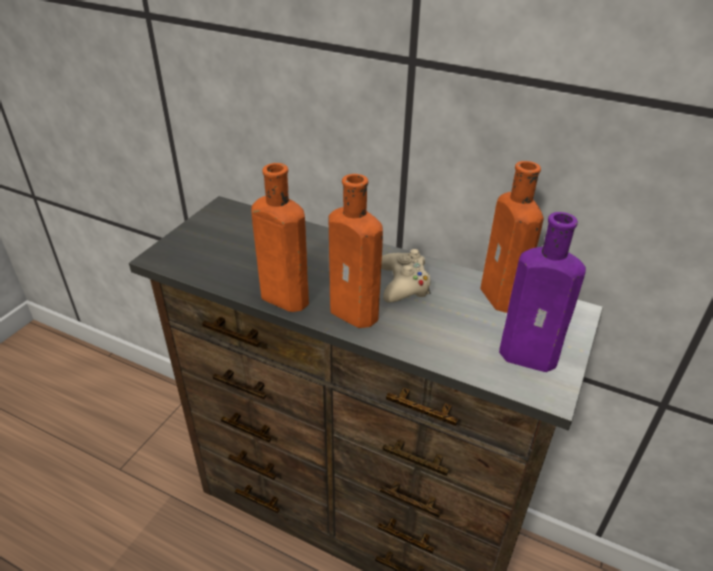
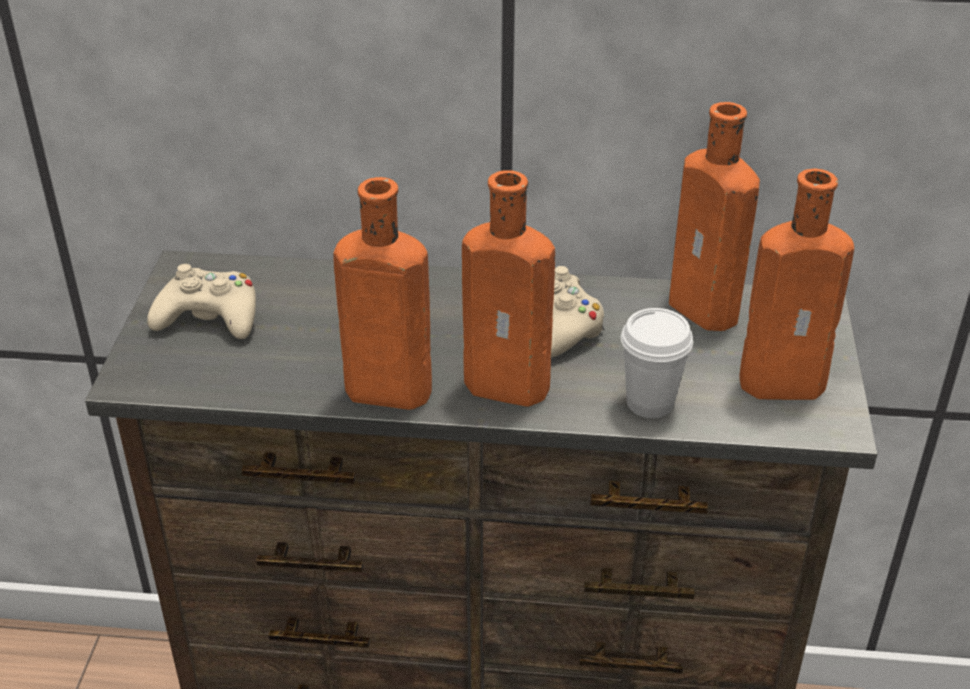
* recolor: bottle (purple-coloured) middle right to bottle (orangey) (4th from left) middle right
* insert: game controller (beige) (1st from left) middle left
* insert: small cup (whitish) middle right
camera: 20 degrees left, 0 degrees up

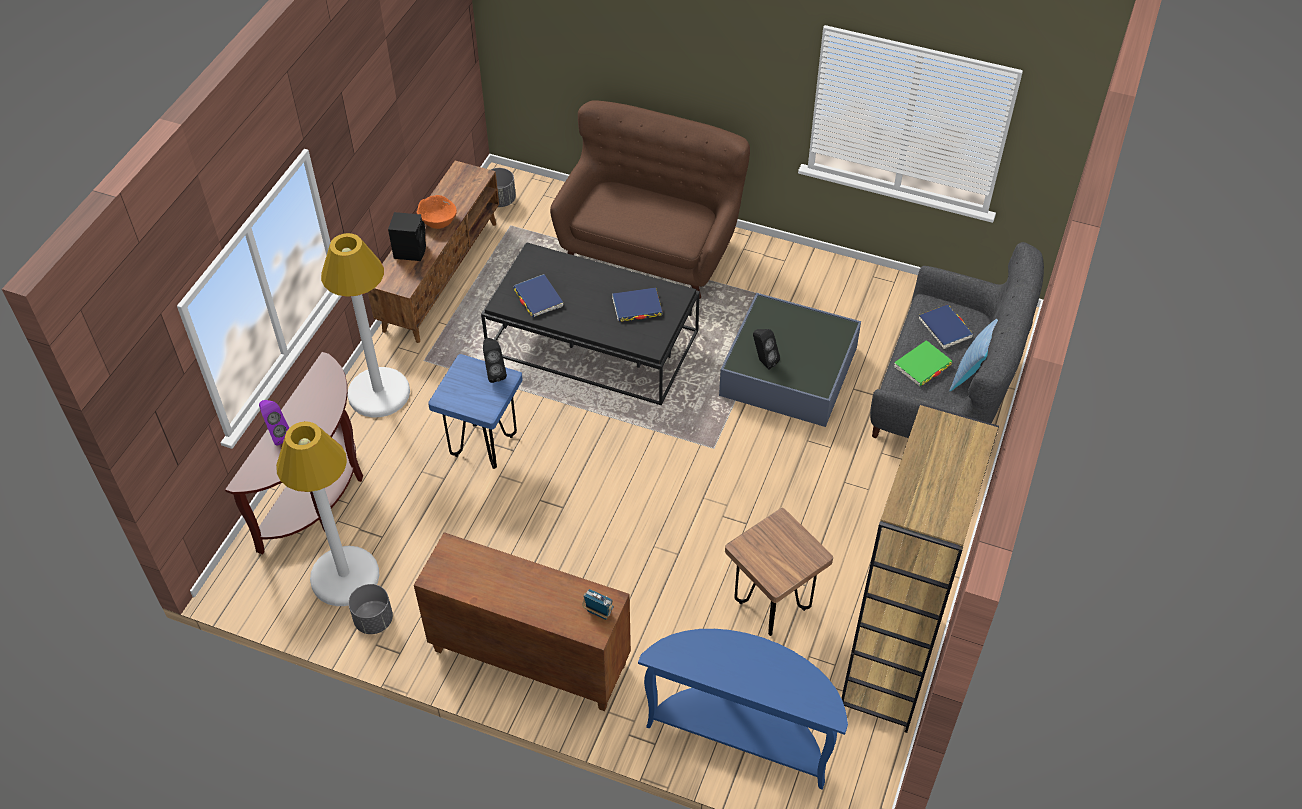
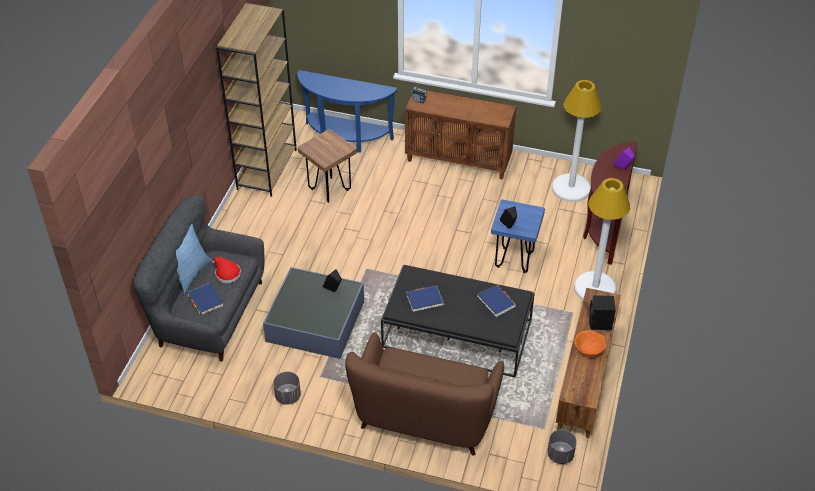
* move: planter (gray) (1st from left) bottom left to bottom centre
* replace: bound book (green-coloured) middle right to hat (red-coloured) middle left
camera: 175 degrees right, 5 degrees down

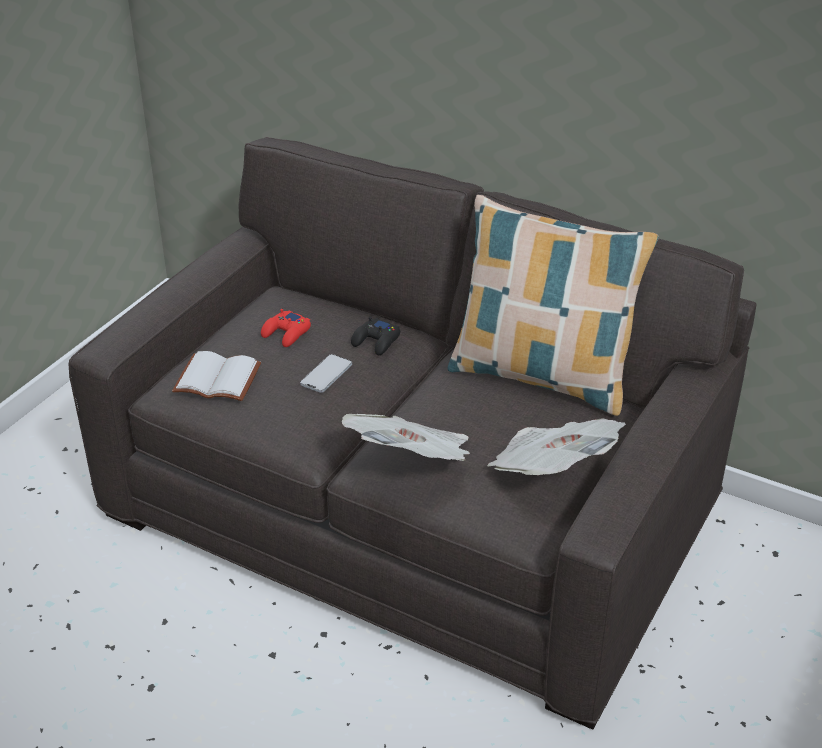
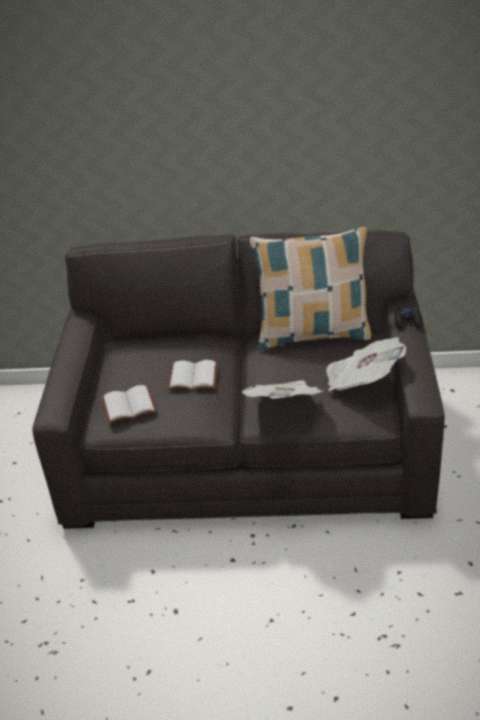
* delete: game controller (red-coloured) centre
* replace: handset centre to bound book (whitish) (2nd from left) centre
* move: game controller (black) centre to middle right
camera: 25 degrees left, 0 degrees up

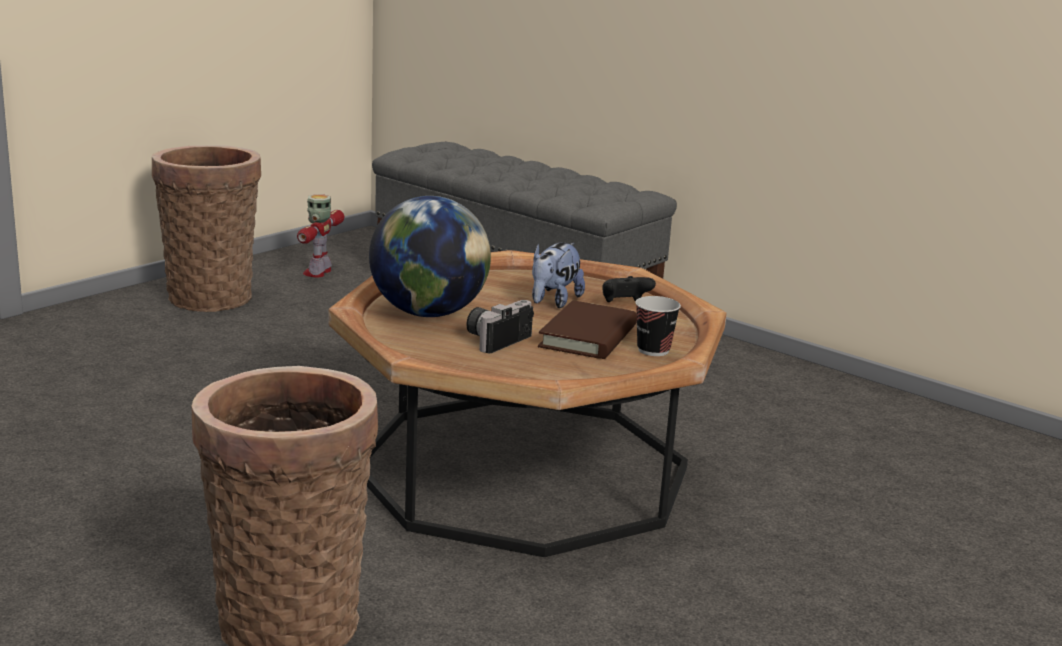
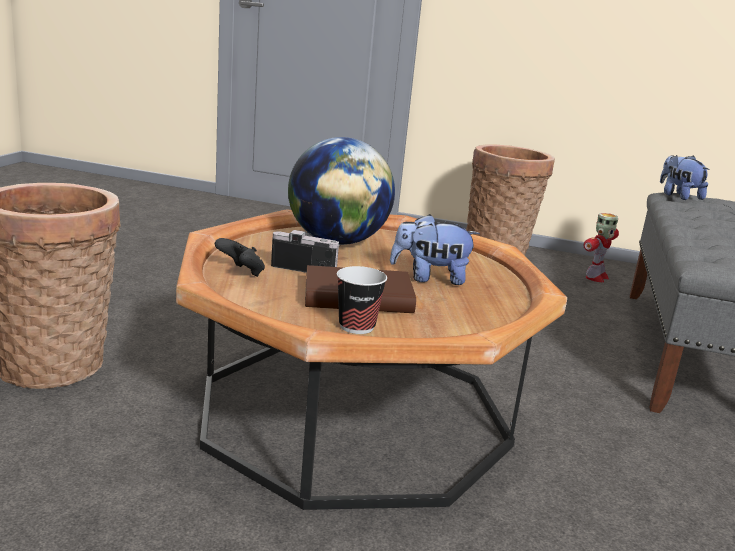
* rotate: robot figure middle left = middle right 135 degrees clockwise
* move: game controller (black) centre to middle left
* insert: soft toy (2nd from left) top right
camera: 65 degrees right, 0 degrees up

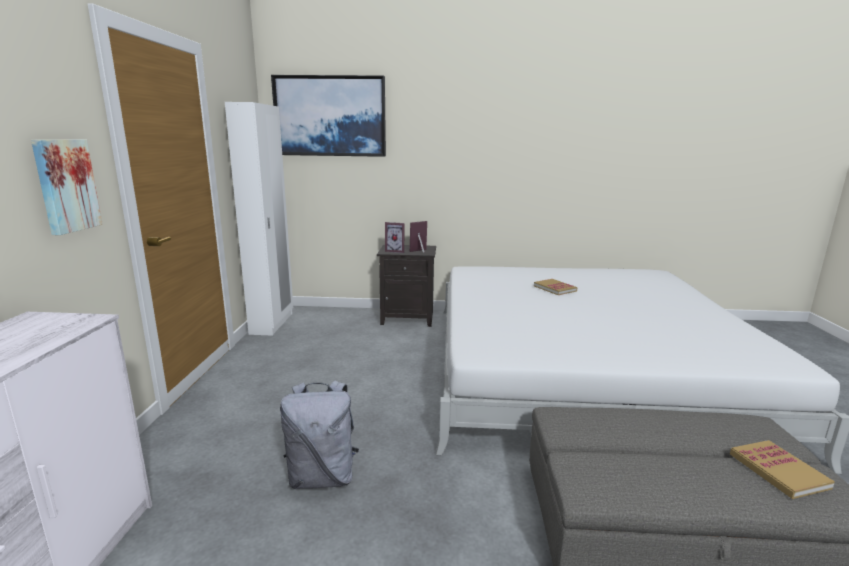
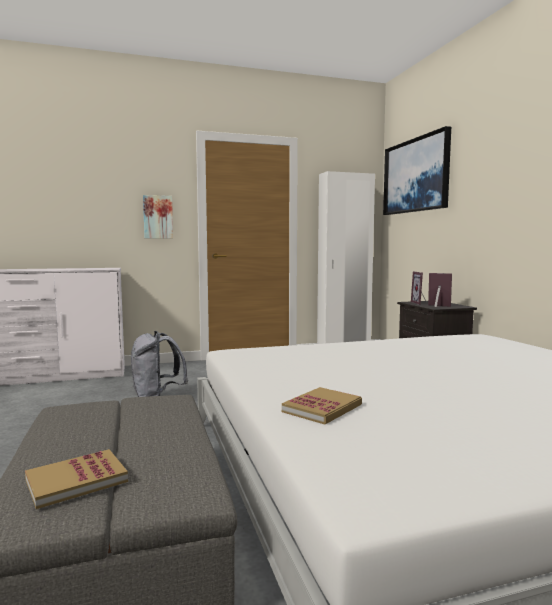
* move: bound book (1st from left in the first image) centre to bound book (2nd from left) bottom centre
camera: 70 degrees right, 10 degrees down

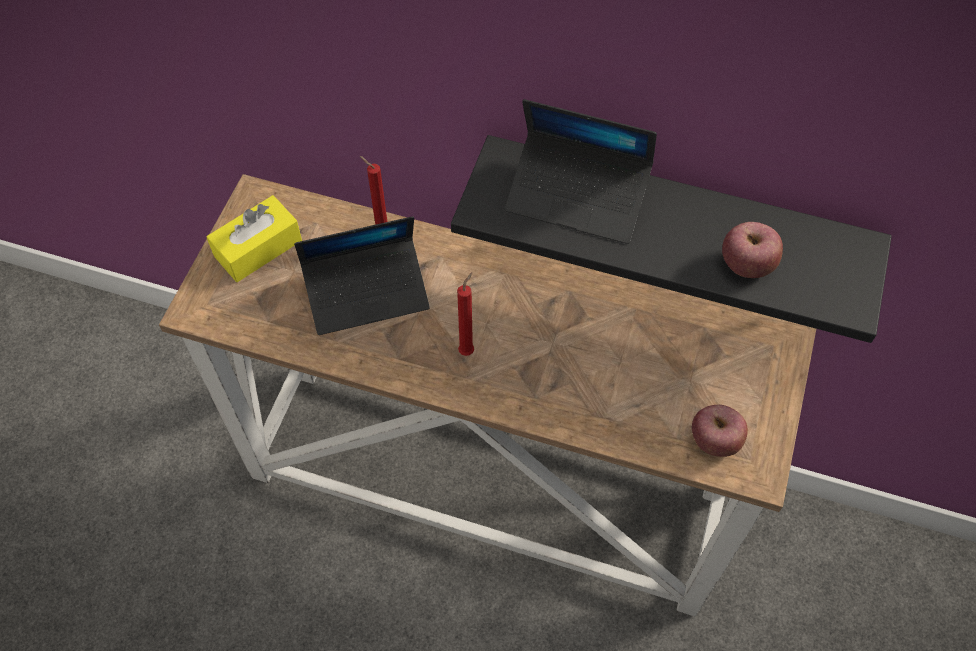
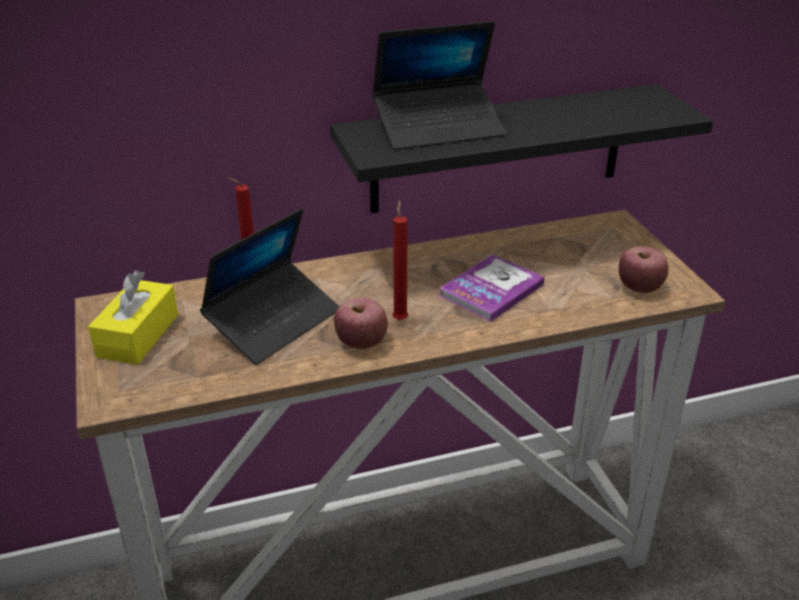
* move: whole apple (2nd from left in the first image) middle right to whole apple (1st from left) centre
* insert: bound book centre
camera: 35 degrees left, 25 degrees down

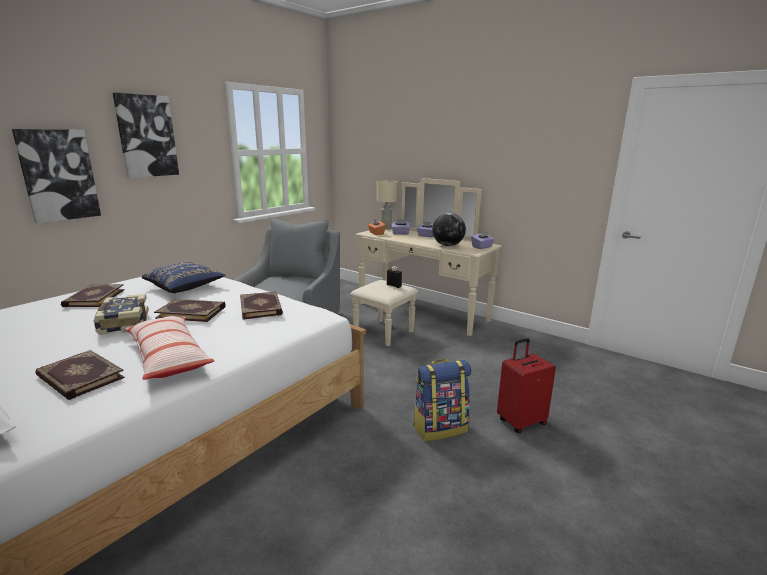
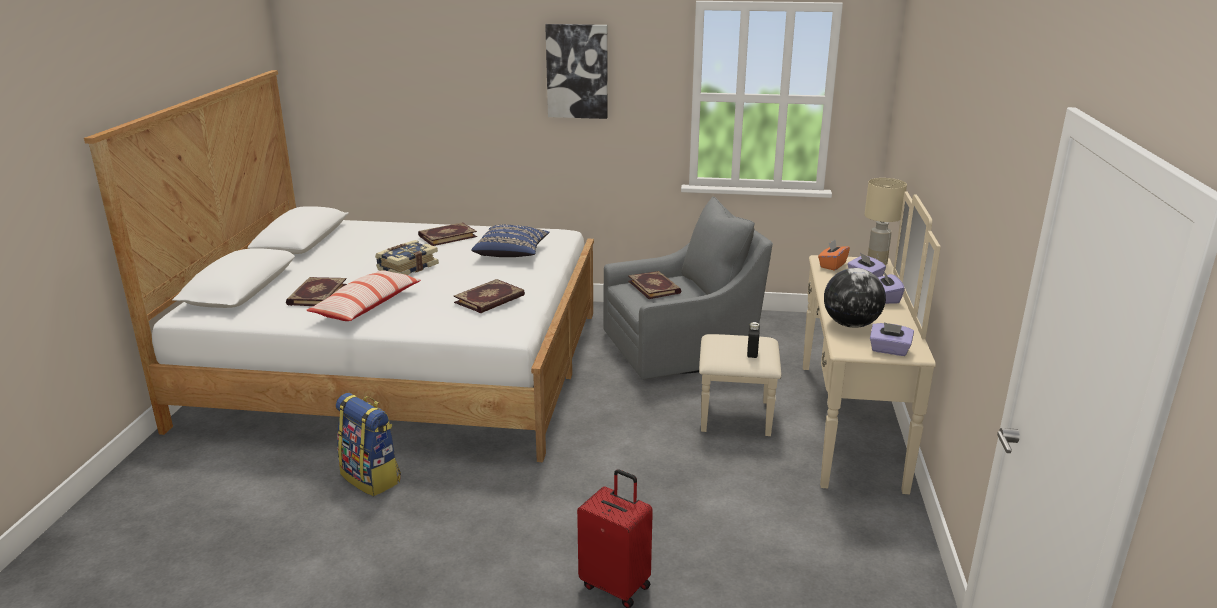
* delete: picture (1st from left) top left
* move: bound book (4th from left in the first image) middle left to bound book (5th from left) centre
* move: knapsack bottom centre to bottom left
camera: 60 degrees right, 5 degrees up

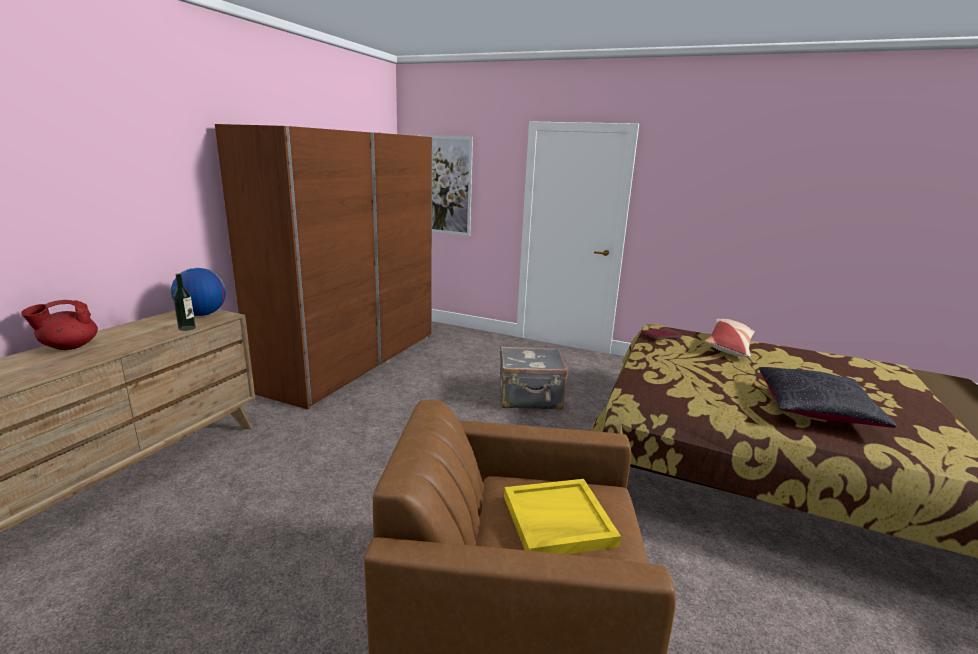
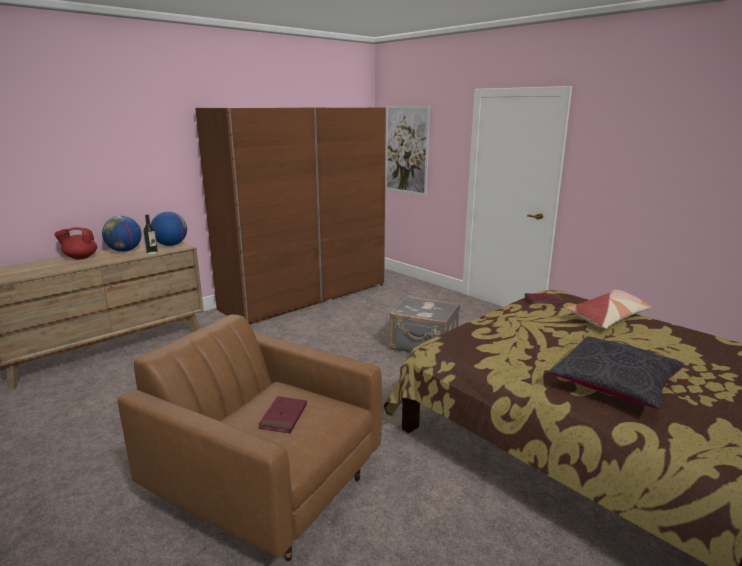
* replace: carrying tray (yellowish) bottom centre to bound book (red-coloured) (1st from left) bottom centre
* insert: desk globe (1st from left) middle left
camera: 25 degrees right, 0 degrees up

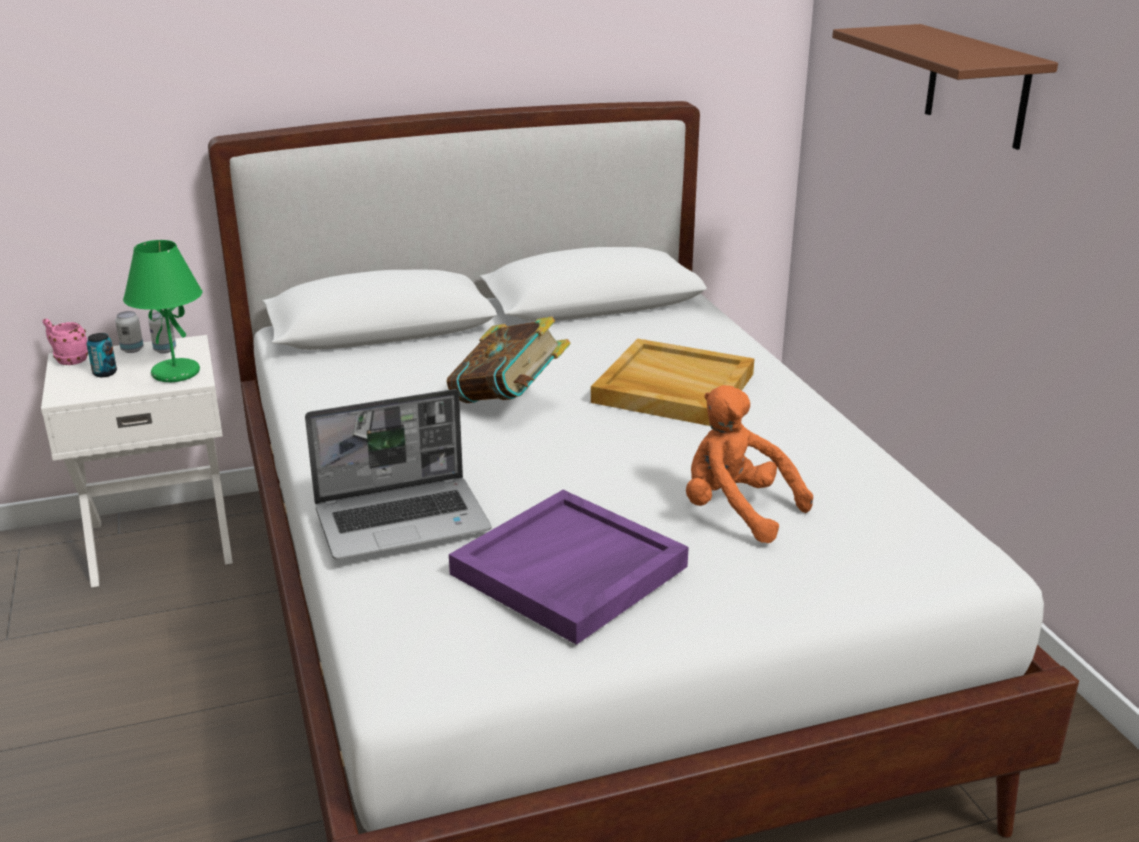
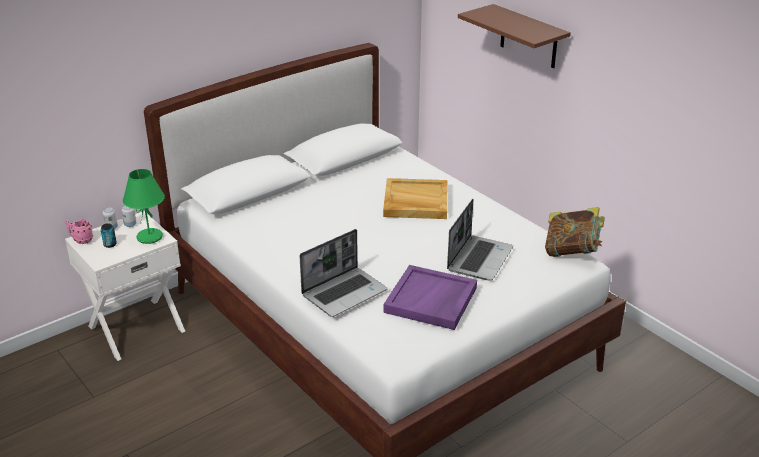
* move: bound book centre to middle right
* replace: soft toy (orangey) centre to notebook computer (2nd from left) centre
camera: 20 degrees left, 5 degrees up

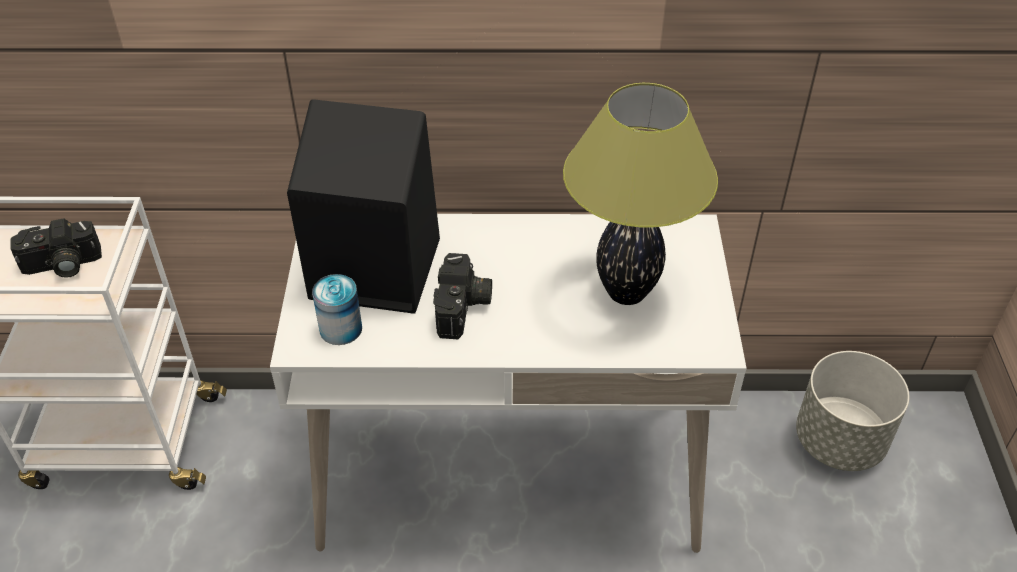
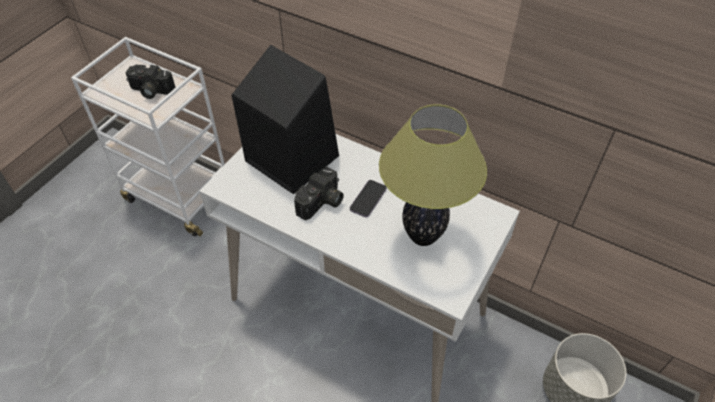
* delete: sealed can middle left
* insert: handset centre
camera: 30 degrees right, 5 degrees up

